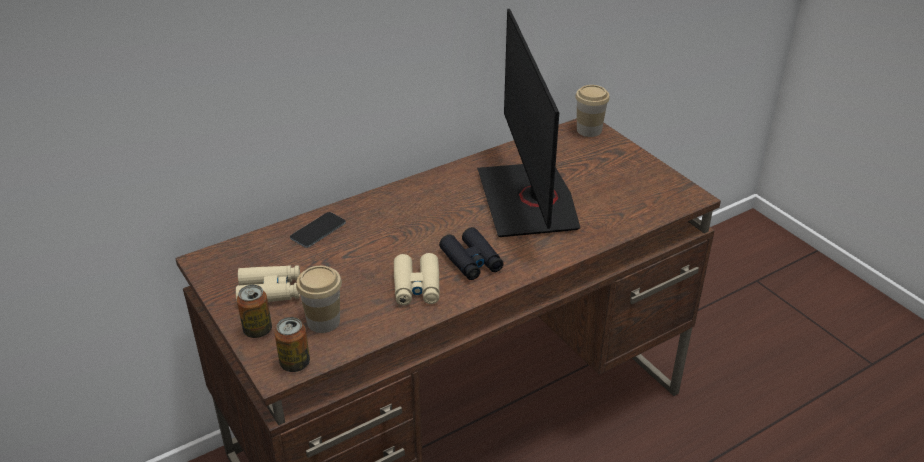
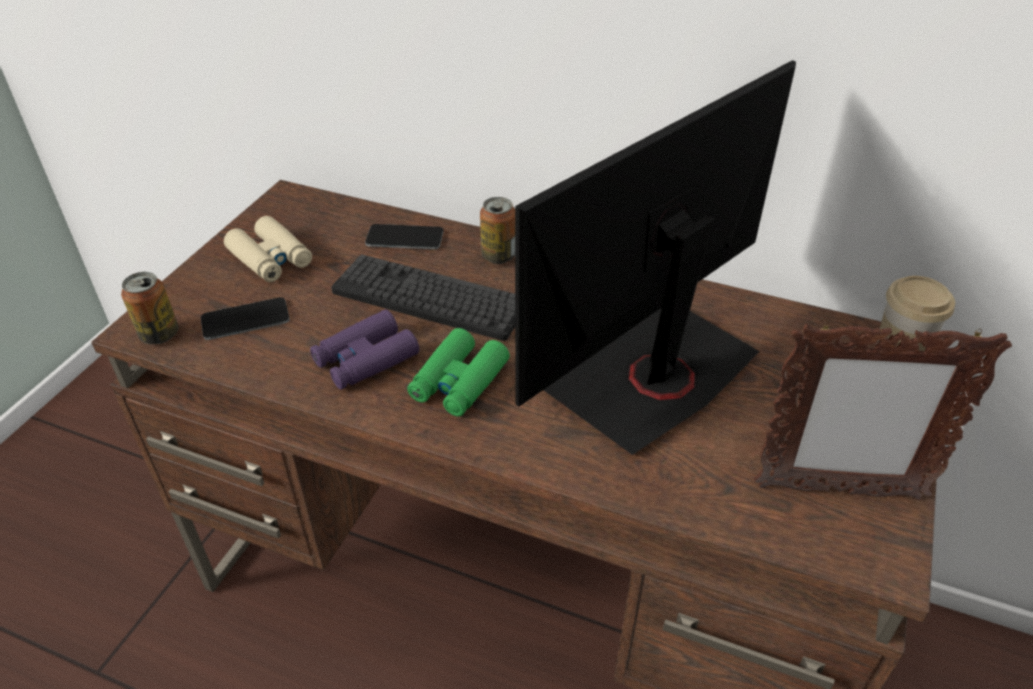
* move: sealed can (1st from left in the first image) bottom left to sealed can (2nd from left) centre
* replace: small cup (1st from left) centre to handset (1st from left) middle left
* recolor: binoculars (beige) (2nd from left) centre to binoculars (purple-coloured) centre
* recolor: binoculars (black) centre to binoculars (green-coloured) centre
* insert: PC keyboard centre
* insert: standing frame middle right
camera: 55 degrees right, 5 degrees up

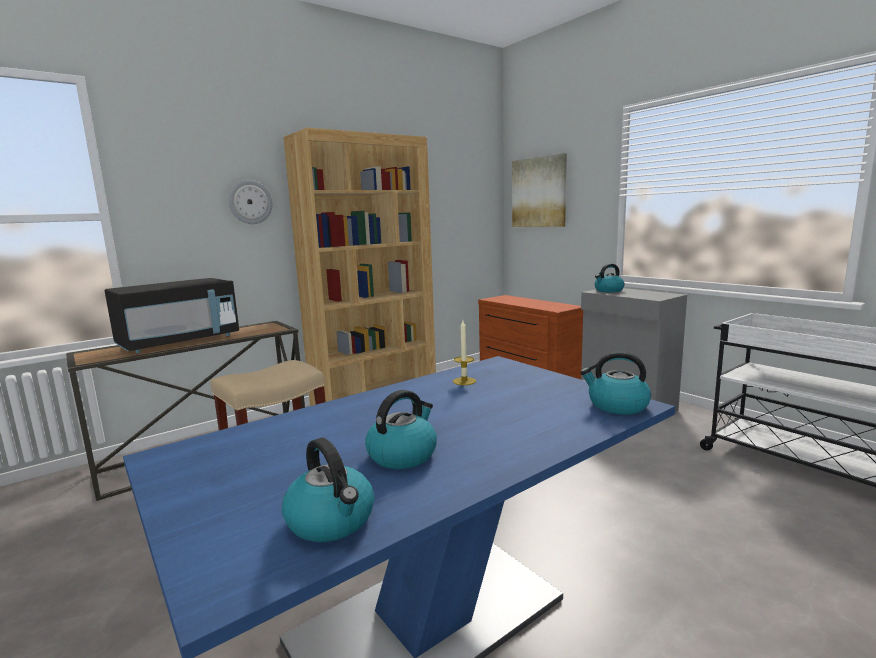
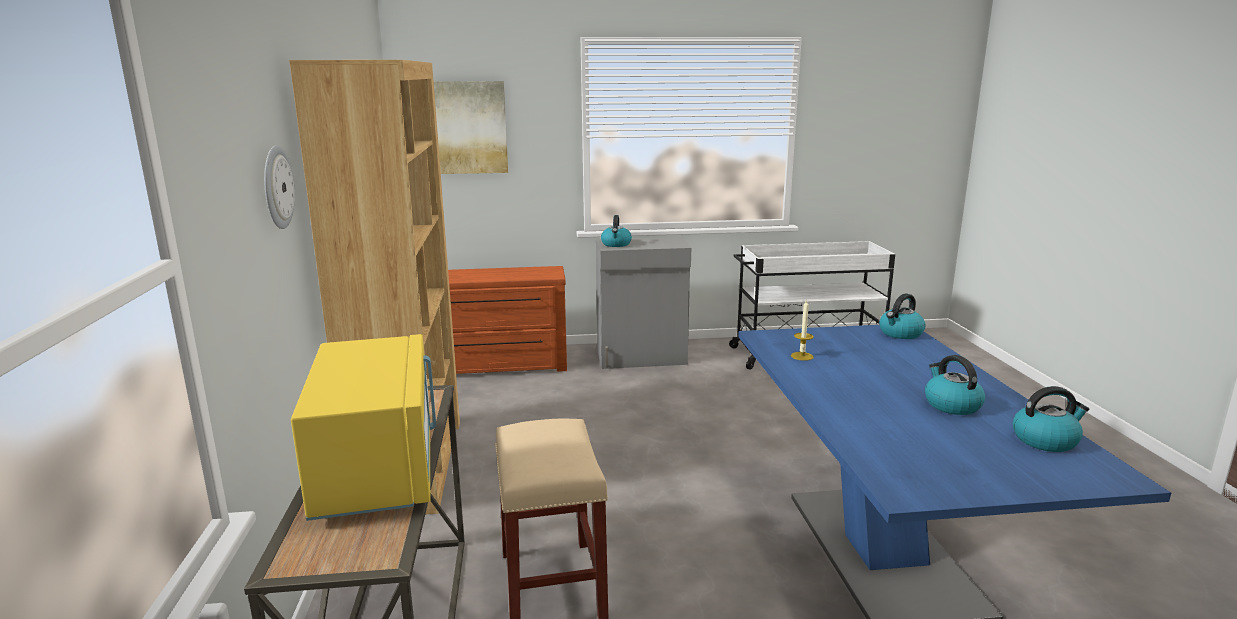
* recolor: microwave oven (black) middle left to microwave oven (yellowish) bottom left
camera: 60 degrees left, 5 degrees up

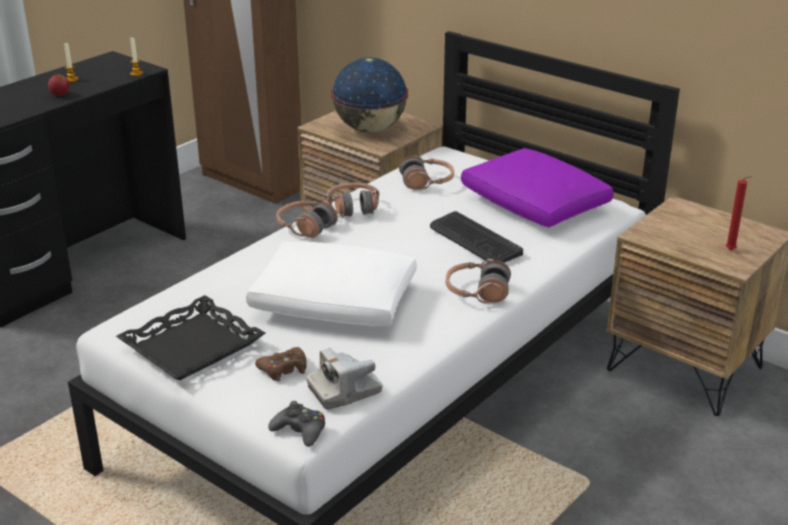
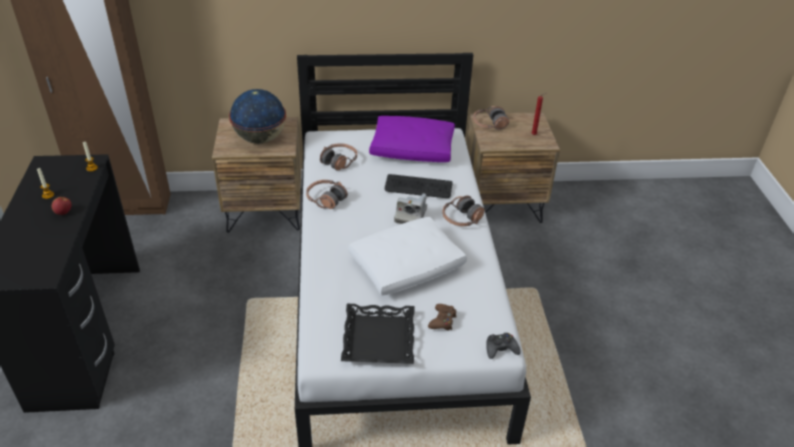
* move: headset (1st from left in the first image) centre to headset (4th from left) top centre
* move: still camera bottom centre to centre
camera: 45 degrees left, 10 degrees up

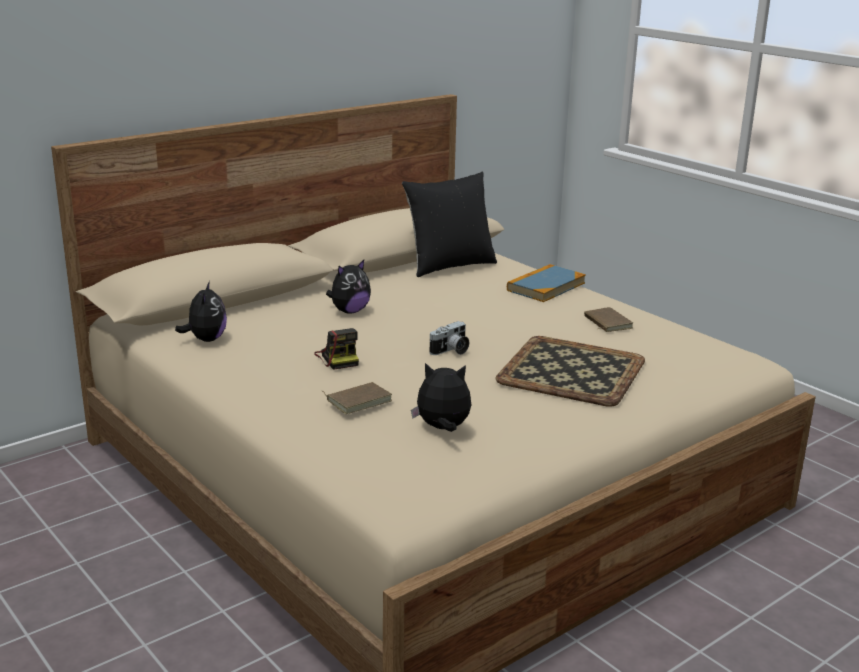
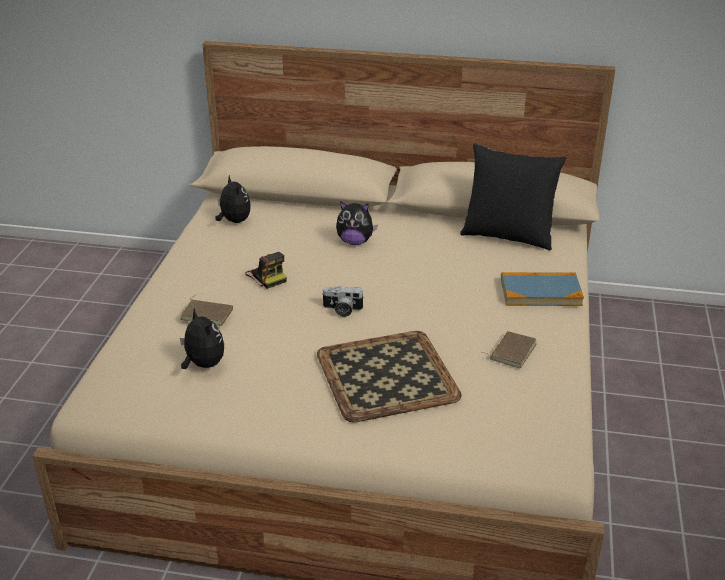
* rotate: soft toy (1st from left in the first image) middle left = middle left 75 degrees counterclockwise
* rotate: still camera (1st from left) centre = centre 60 degrees counterclockwise
camera: 50 degrees right, 10 degrees up

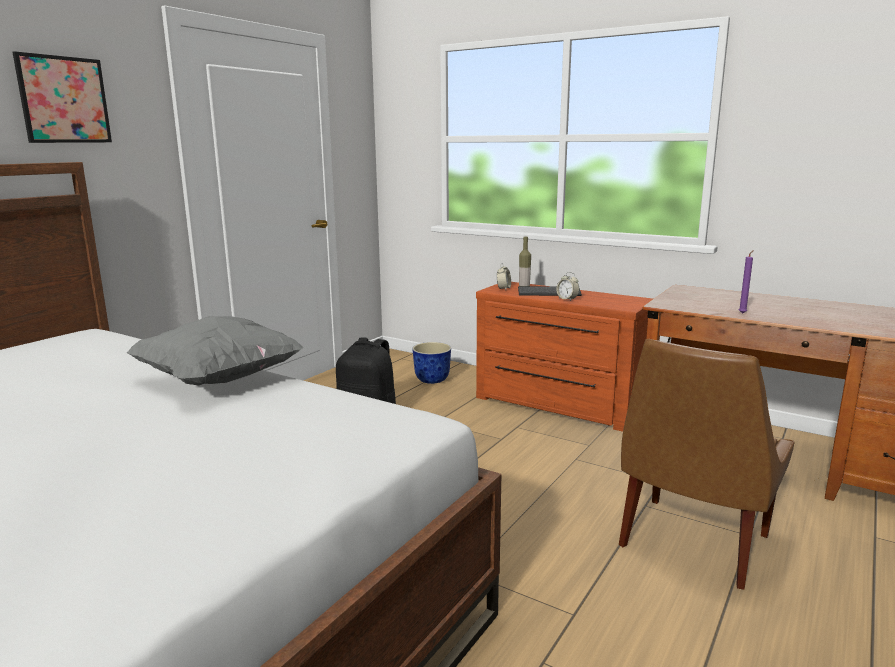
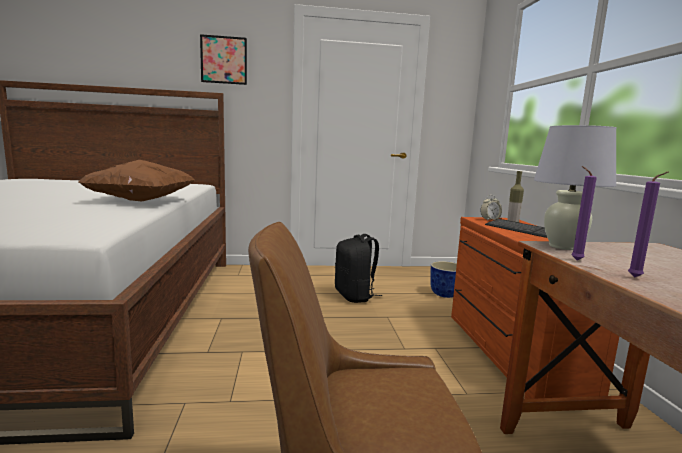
* recolor: pillow (gray) middle left to pillow (brownish) middle left
* delete: table clock (2nd from left) centre
* insert: table lamp (whitish) middle right
* insert: wax candle (purple-coloured) (1st from left) middle right
camera: 50 degrees right, 5 degrees down

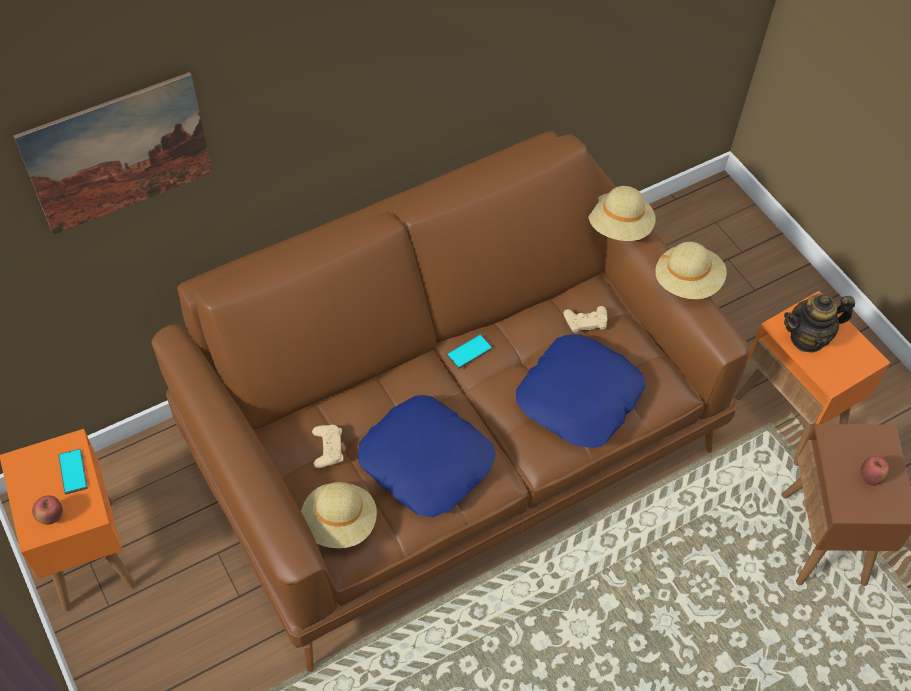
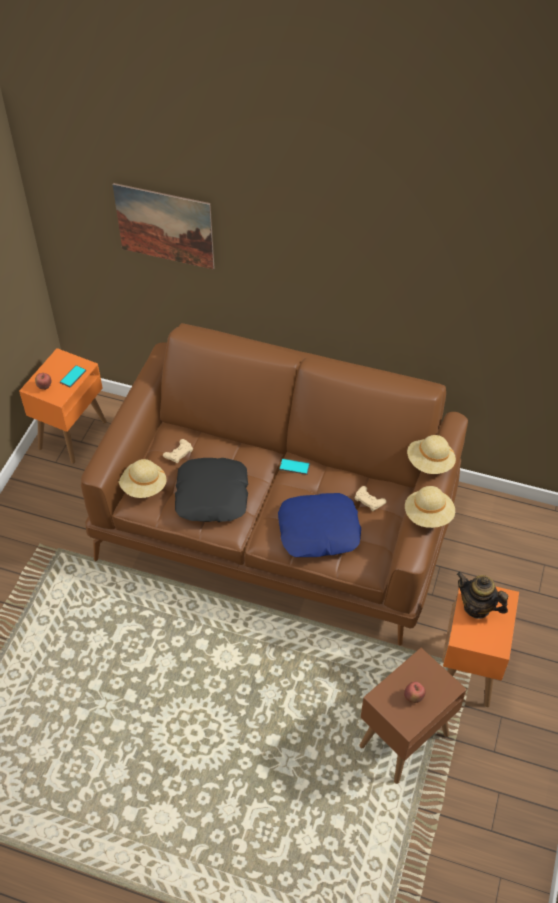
* recolor: pillow (blue-coloured) (1st from left) centre to pillow (black) centre
camera: 50 degrees right, 5 degrees down

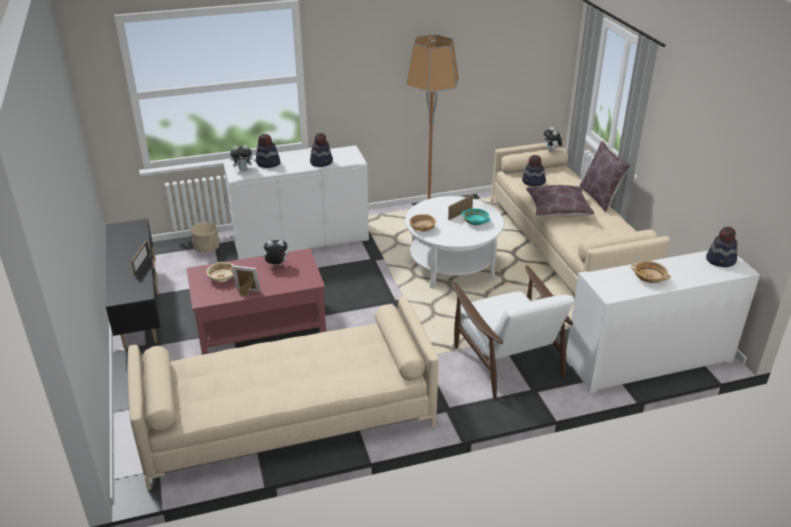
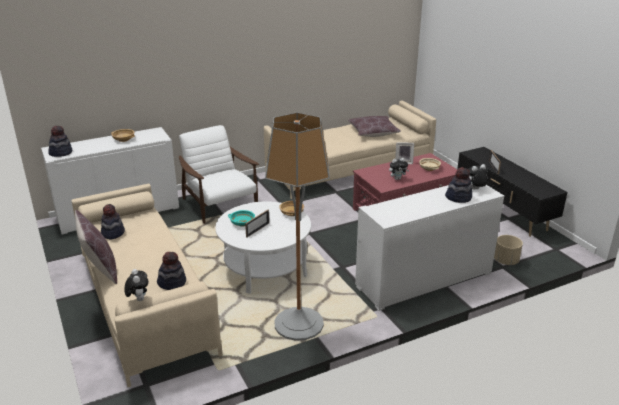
* move: hat (2nd from left) top centre to middle left
* move: pillow (brownish) (1st from left in the first image) middle right to pillow (brownish) (2nd from left) top centre
camera: 170 degrees right, 5 degrees down

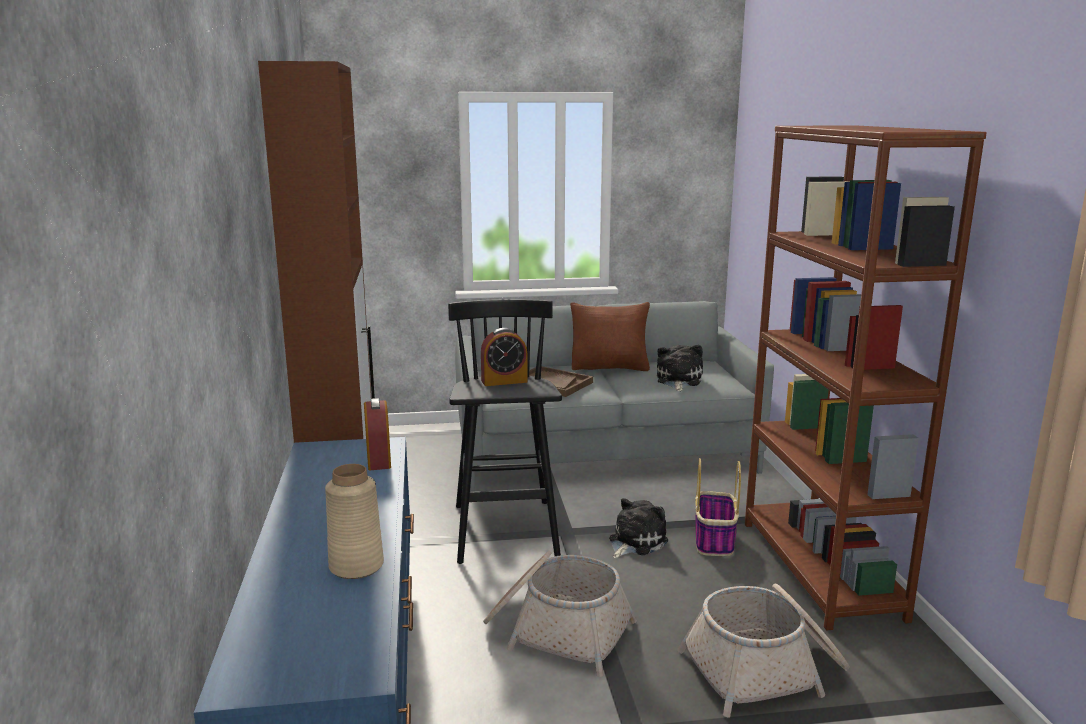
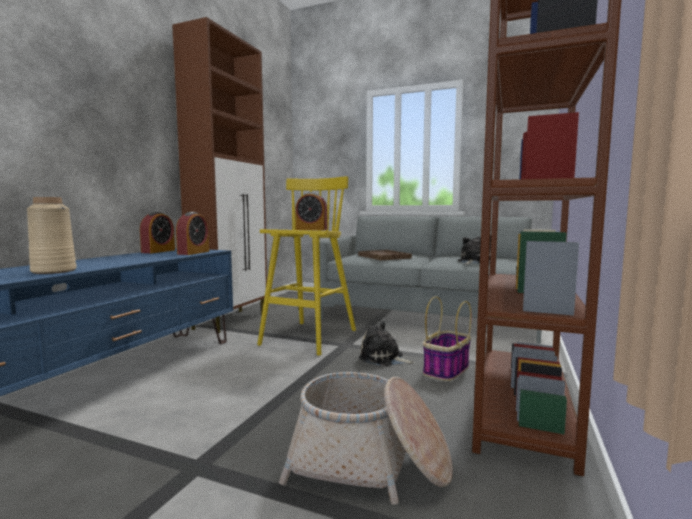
* recolor: stool (black) centre to stool (yellowish) centre
* delete: storage basket (1st from left) bottom centre
* delete: pillow (brownish) centre
* rotate: soft toy (1st from left) bottom centre = centre 135 degrees counterclockwise
* insert: table clock (1st from left) middle left
camera: 30 degrees right, 10 degrees down

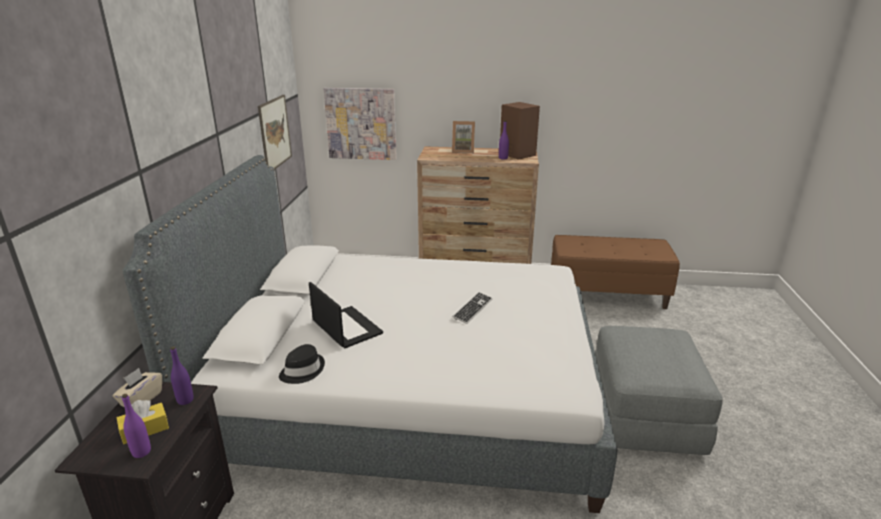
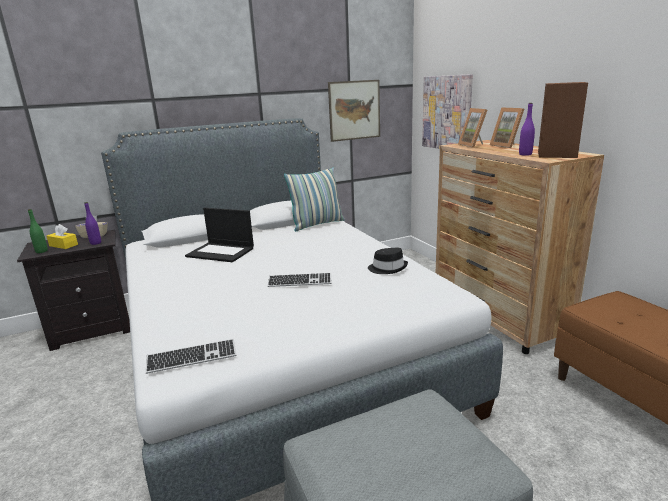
* recolor: bottle (purple-coloured) (1st from left) bottom left to bottle (green-coloured) middle left
* move: hat (black) bottom centre to centre
* rotate: notebook computer centre = middle left 90 degrees clockwise
* insert: PC keyboard (1st from left) bottom left
* insert: pillow centre
* insert: standing frame (1st from left) top right
camera: 60 degrees right, 5 degrees down

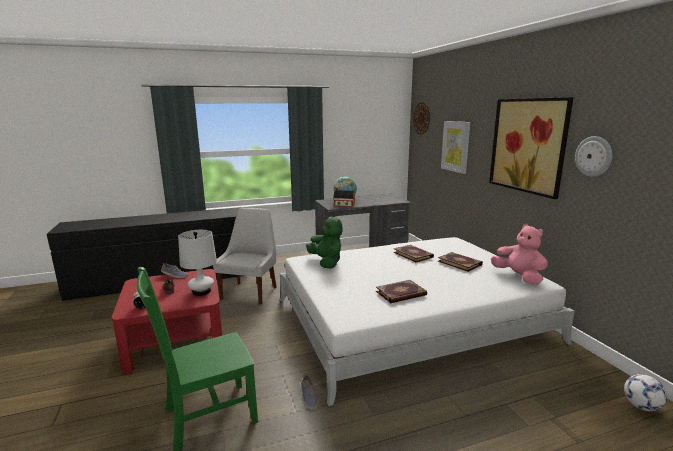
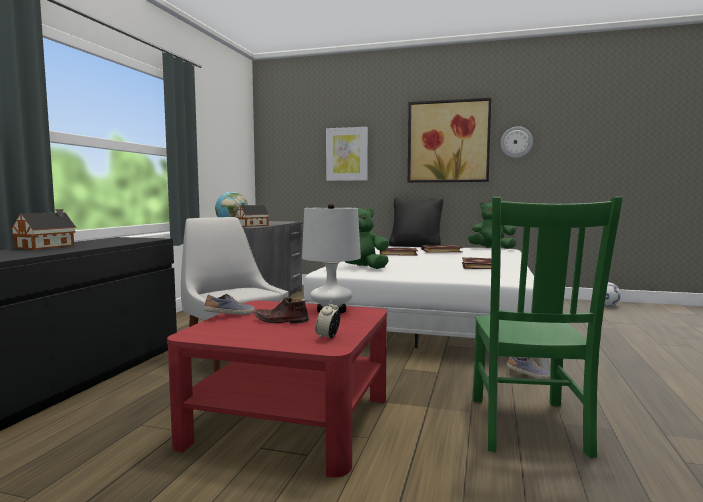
* delete: wall clock (1st from left) top centre
* recolor: soft toy (pinkish) middle right to soft toy (green-coloured) (2nd from left) middle right
* insert: toy house (1st from left) middle left
* insert: pillow (black) centre
camera: 55 degrees left, 10 degrees down

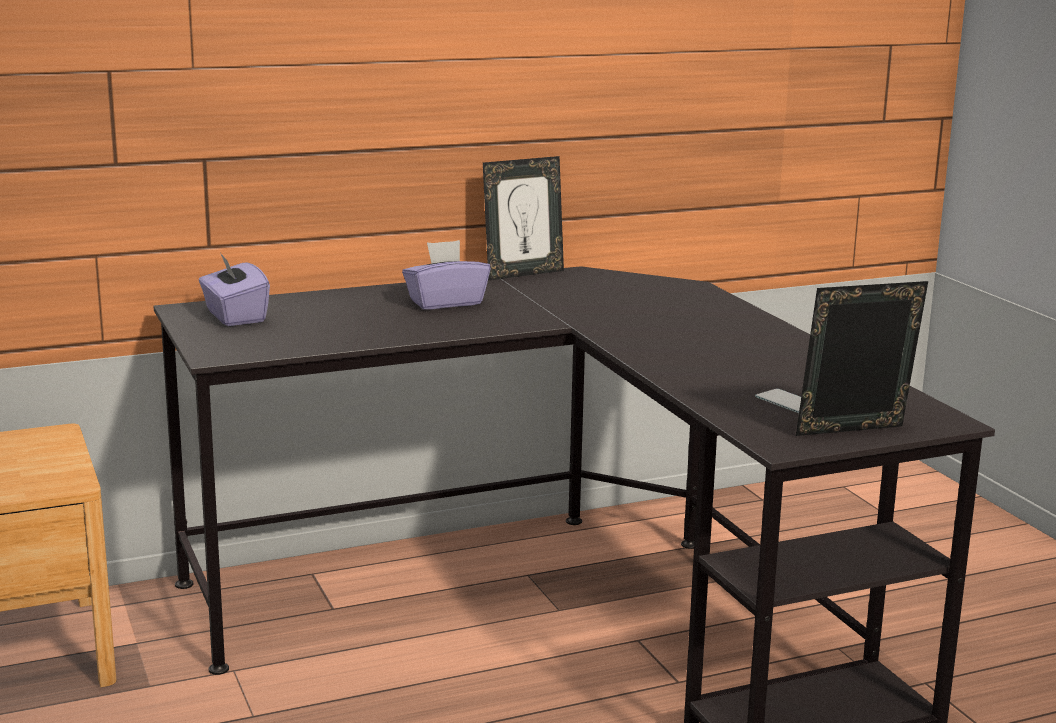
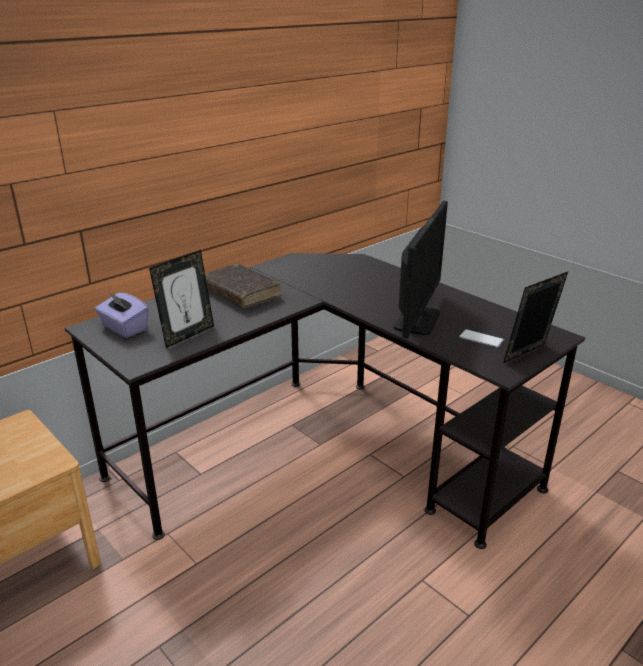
* replace: tissue box (purple-coloured) (2nd from left) centre to bound book (brownish) centre
* move: standing frame (1st from left) top centre to middle left
* insert: monitor centre
camera: 20 degrees left, 10 degrees up

